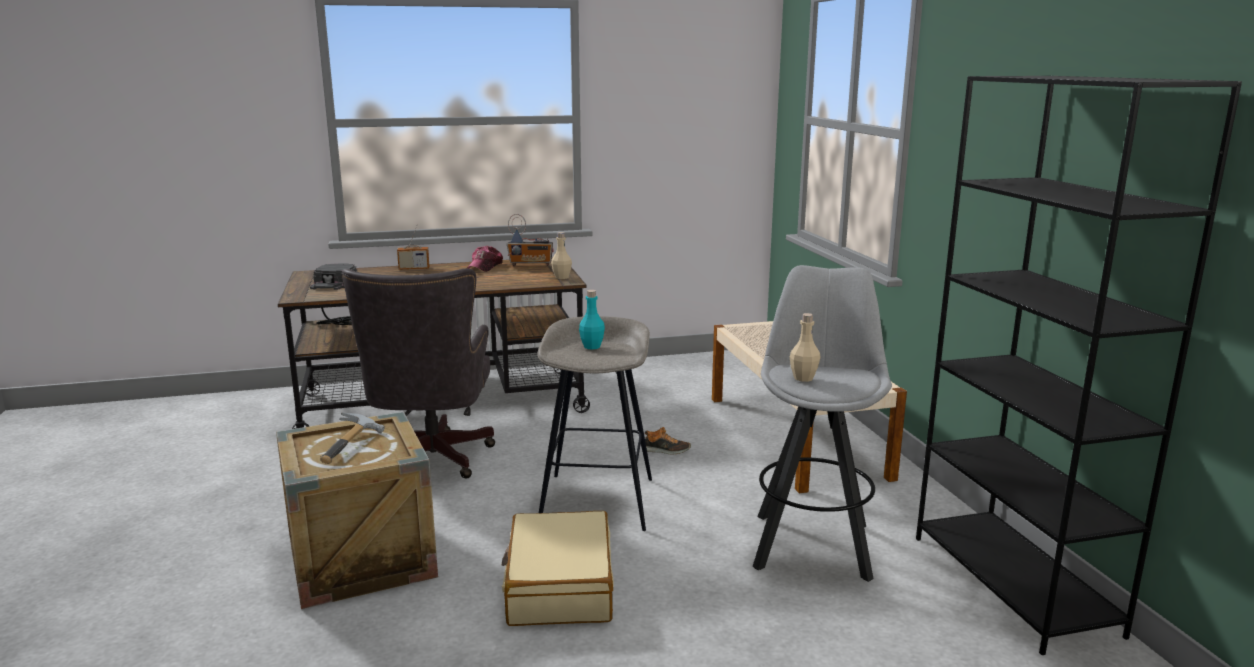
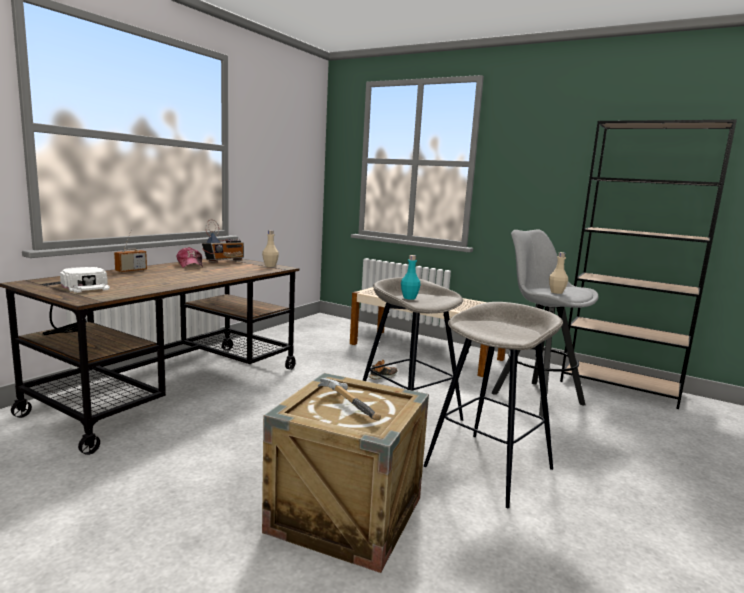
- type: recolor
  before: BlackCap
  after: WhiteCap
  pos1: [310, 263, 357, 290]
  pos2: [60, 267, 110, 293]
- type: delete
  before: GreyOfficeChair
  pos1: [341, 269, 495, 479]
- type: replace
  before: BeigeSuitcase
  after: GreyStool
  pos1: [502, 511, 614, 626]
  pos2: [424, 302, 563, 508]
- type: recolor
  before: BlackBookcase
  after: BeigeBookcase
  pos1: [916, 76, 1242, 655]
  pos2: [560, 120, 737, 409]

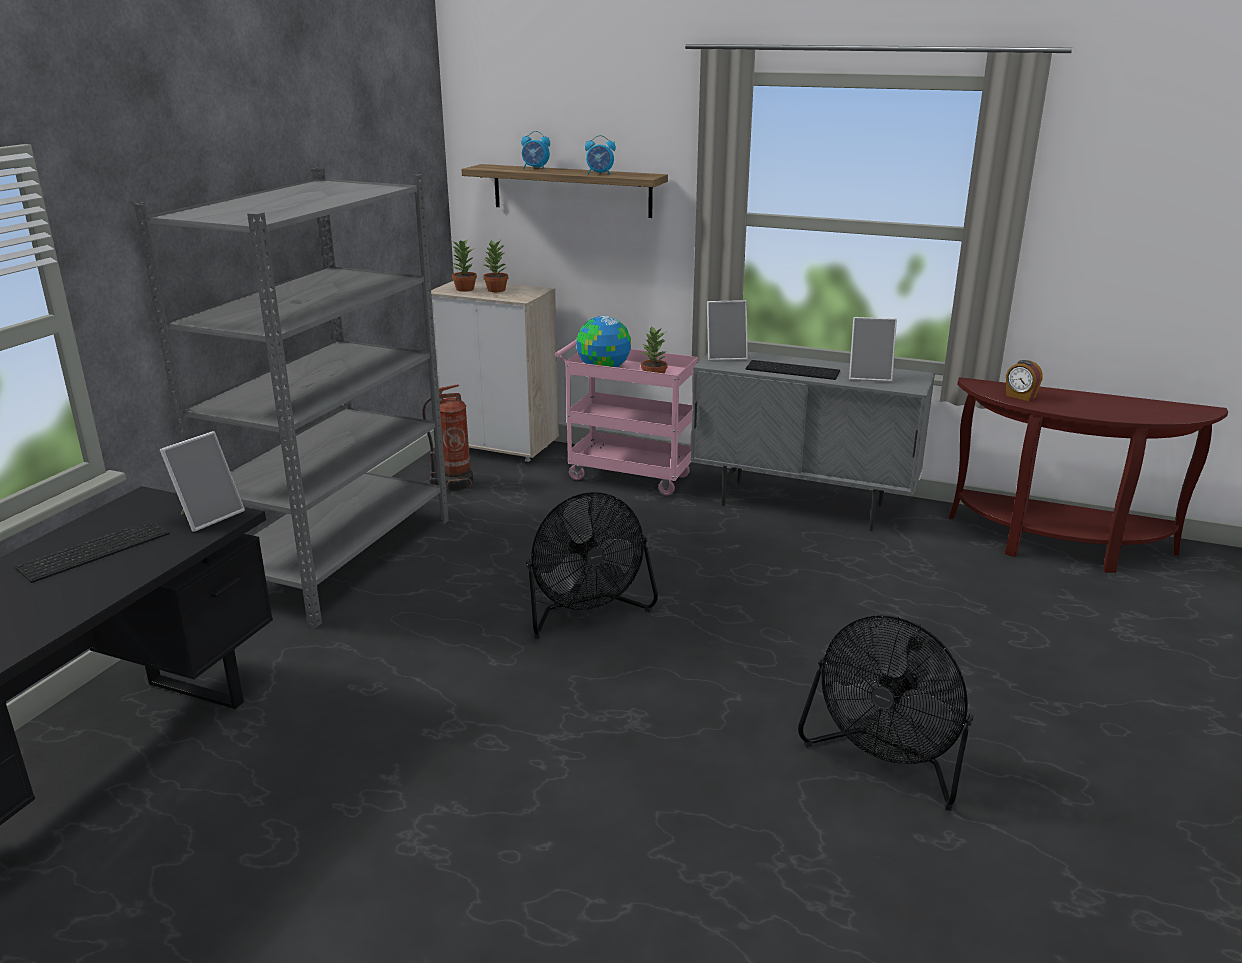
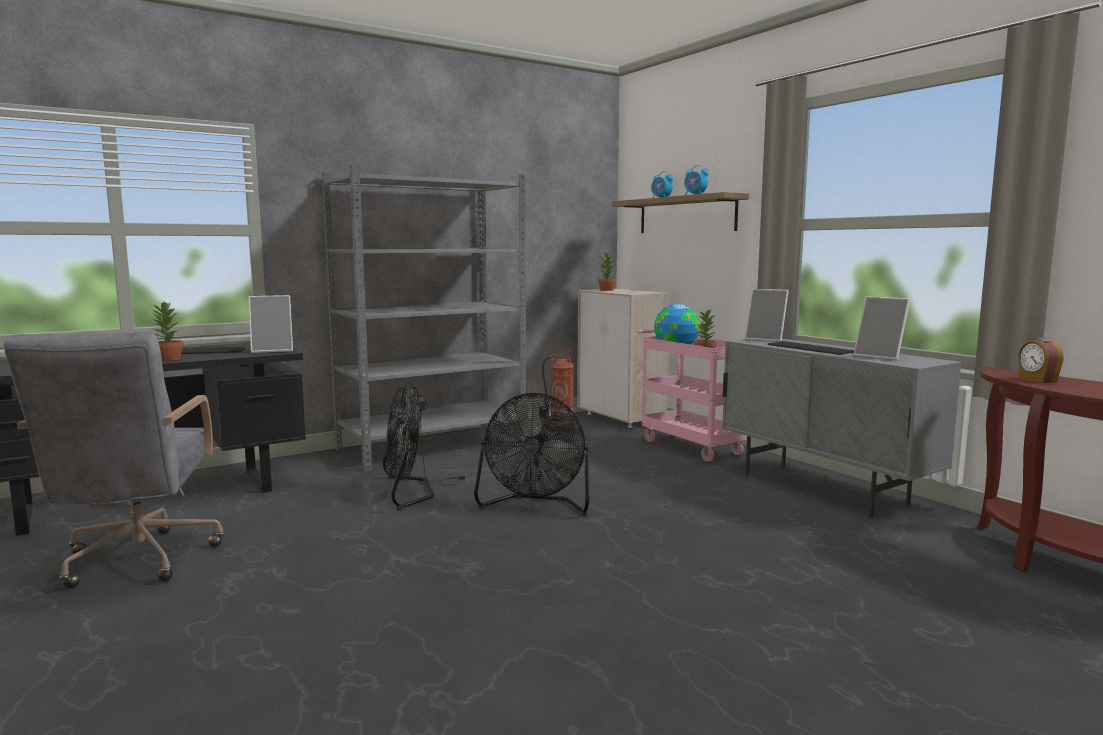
- type: move
  before: PottedPlant
  pos1: [482, 240, 508, 292]
  pos2: [151, 302, 184, 361]
- type: move
  before: BlackFan
  pos1: [798, 615, 974, 811]
  pos2: [383, 384, 467, 511]
- type: insert
  after: GreyOfficeChair
  pos2: [4, 332, 225, 589]

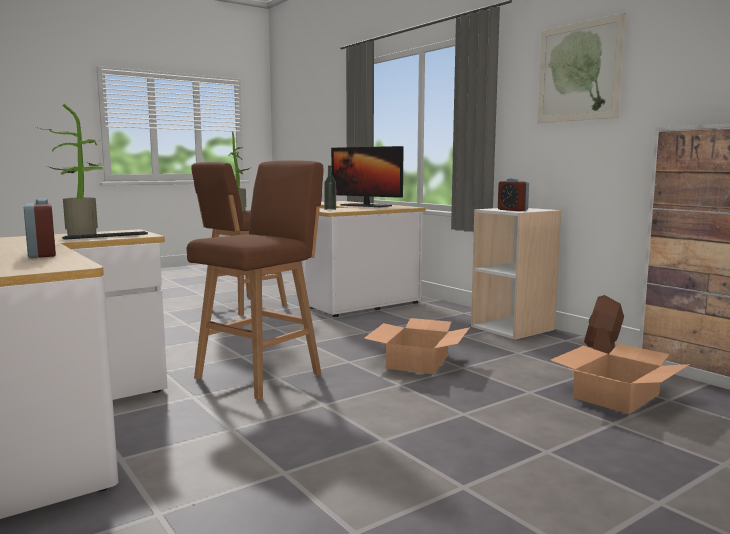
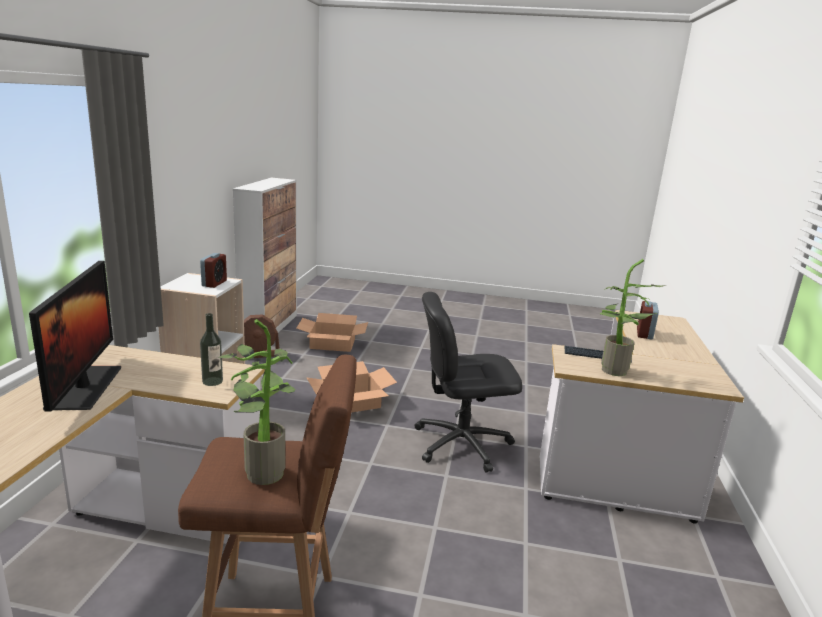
- type: replace
  before: BrownStool
  after: BlackOfficeChair
  pos1: [187, 160, 323, 400]
  pos2: [414, 292, 522, 473]
- type: delete
  before: Picture
  pos1: [537, 13, 626, 123]

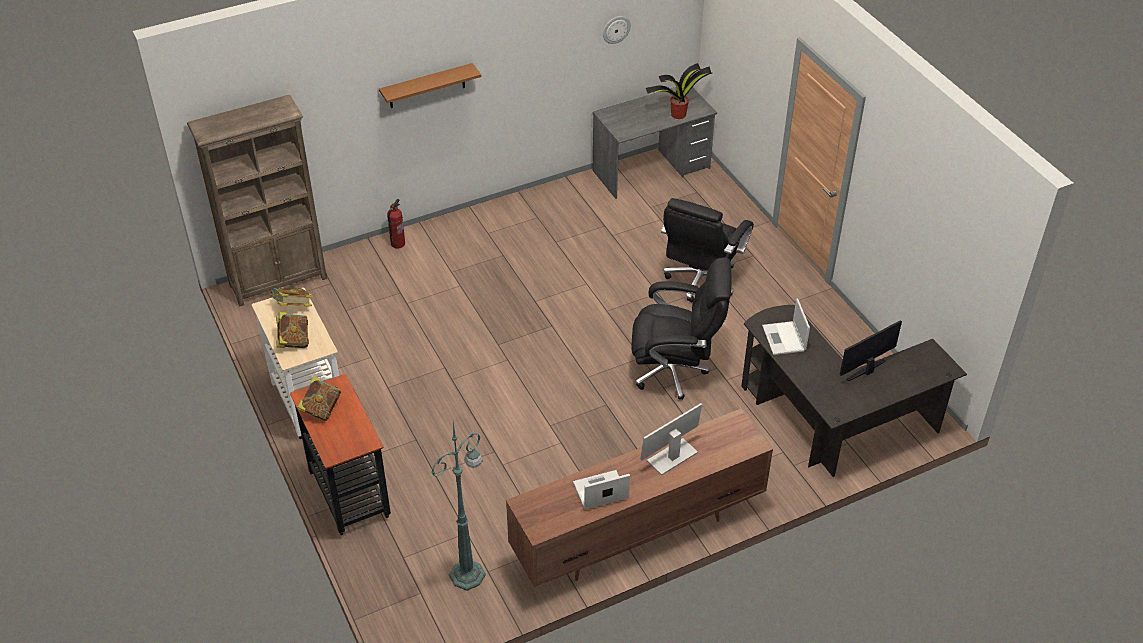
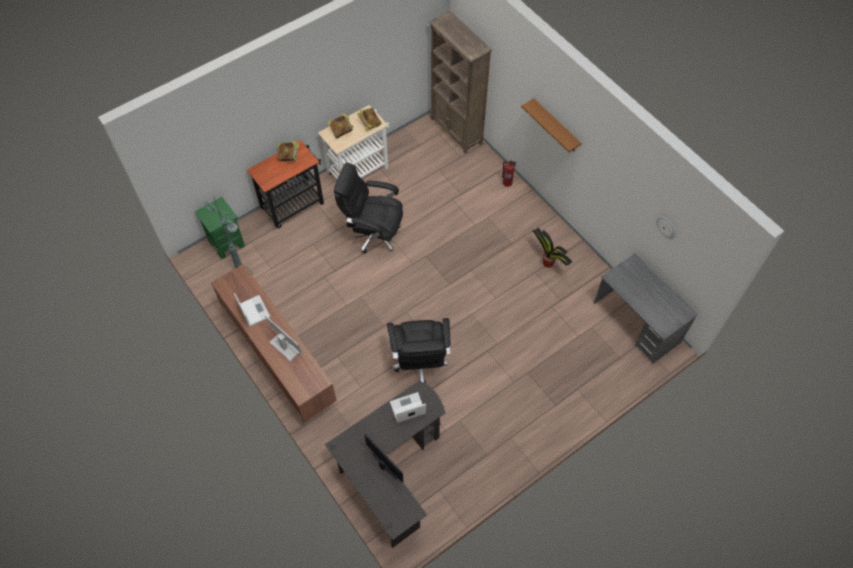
- type: move
  before: PottedPlant
  pos1: [646, 63, 712, 119]
  pos2: [532, 227, 572, 268]
- type: move
  before: BlackOfficeChair
  pos1: [661, 198, 754, 302]
  pos2: [334, 163, 403, 253]
- type: insert
  after: GreenNightstand
  pos2: [195, 197, 245, 259]

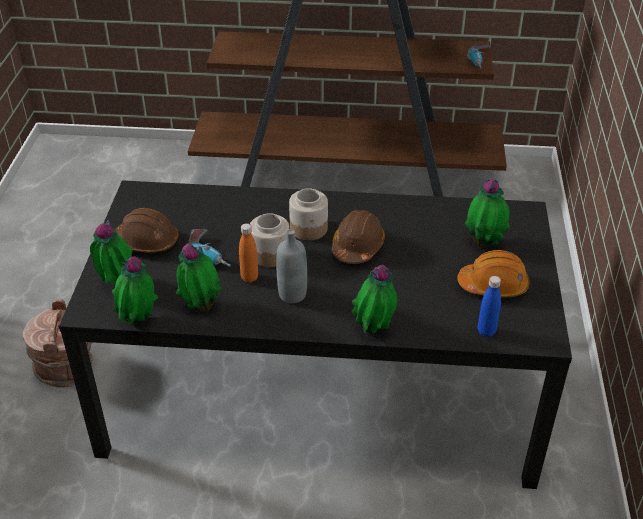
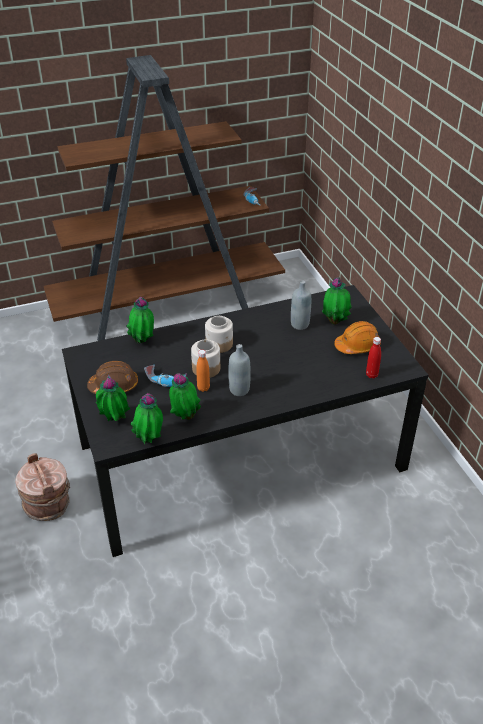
- type: delete
  before: BrownHardHat
  pos1: [332, 210, 385, 264]
- type: move
  before: PottedPlant
  pos1: [352, 264, 397, 334]
  pos2: [127, 297, 154, 343]
- type: recolor
  before: BlueBottle
  after: RedBottle
  pos1: [478, 276, 501, 337]
  pos2: [366, 337, 381, 378]
- type: insert
  after: GreyBottle
  pos2: [291, 281, 311, 330]

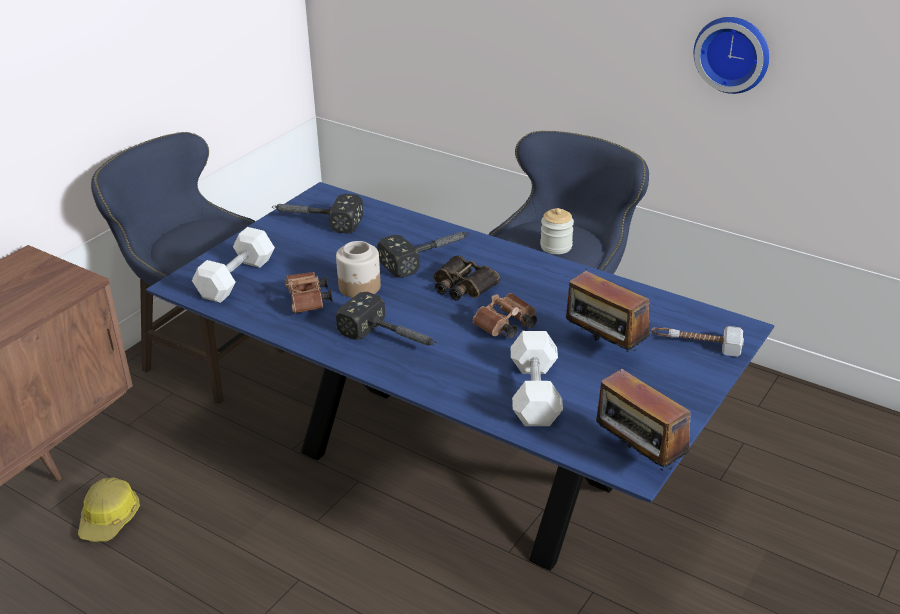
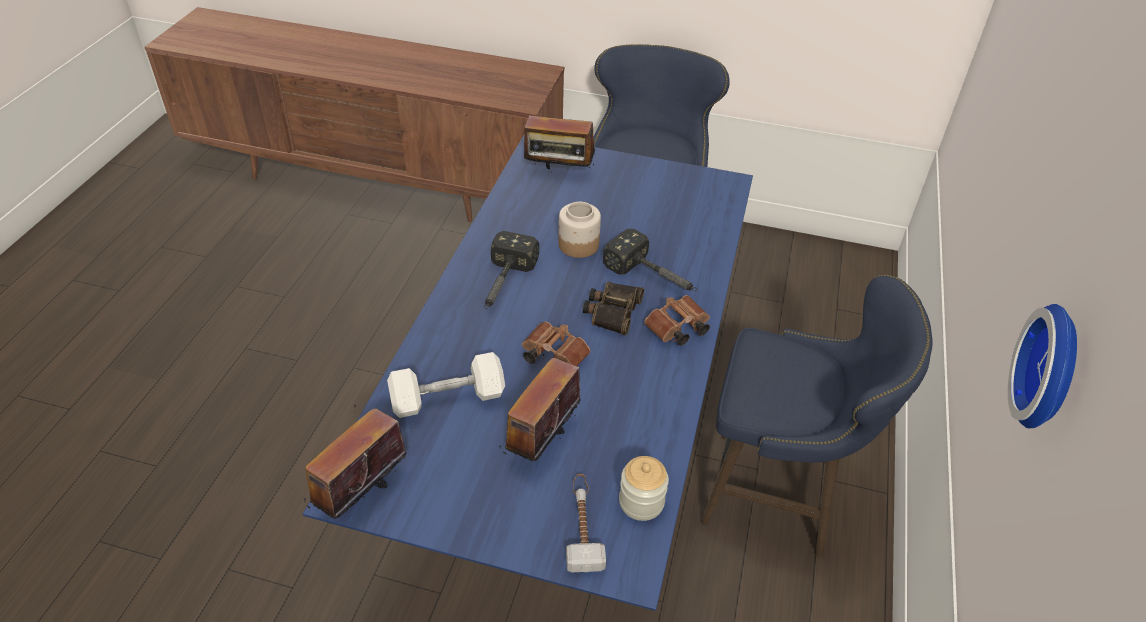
- type: delete
  before: HardHat
  pos1: [78, 477, 140, 541]
- type: replace
  before: WhiteDumbbell
  after: Radio
  pos1: [192, 227, 275, 303]
  pos2: [523, 112, 595, 169]
- type: delete
  before: Hammer
  pos1: [272, 194, 363, 234]
- type: move
  before: BrownBinoculars
  pos1: [285, 272, 332, 314]
  pos2: [645, 295, 710, 346]
- type: move
  before: Jar
  pos1: [540, 208, 574, 254]
  pos2: [619, 456, 669, 521]

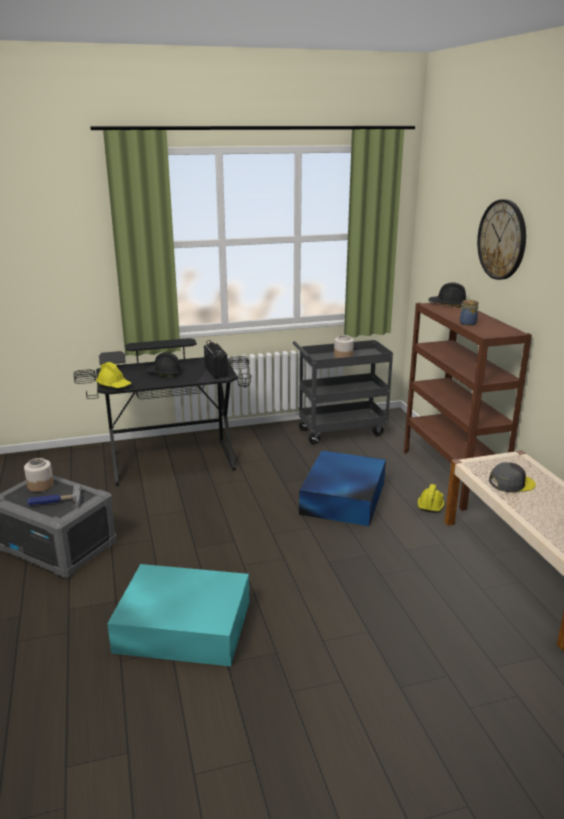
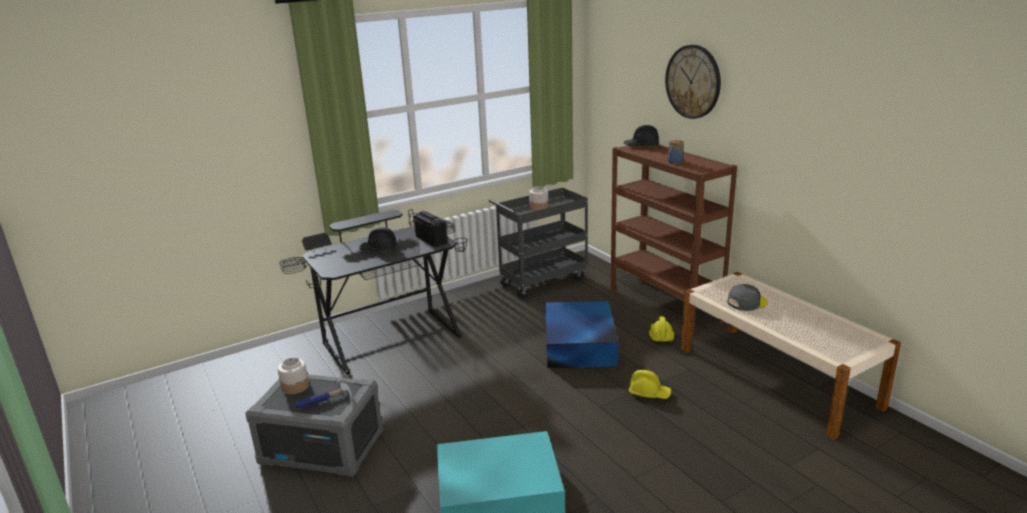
- type: move
  before: YellowHardHat
  pos1: [96, 362, 131, 388]
  pos2: [629, 370, 671, 399]

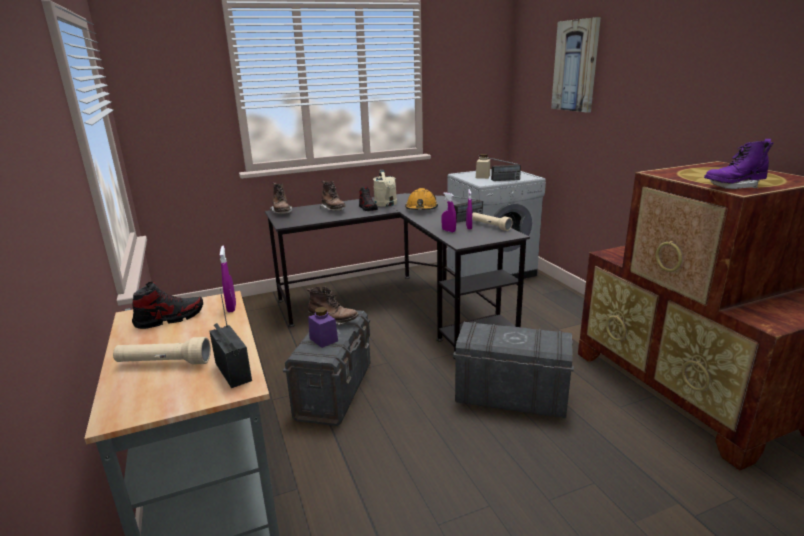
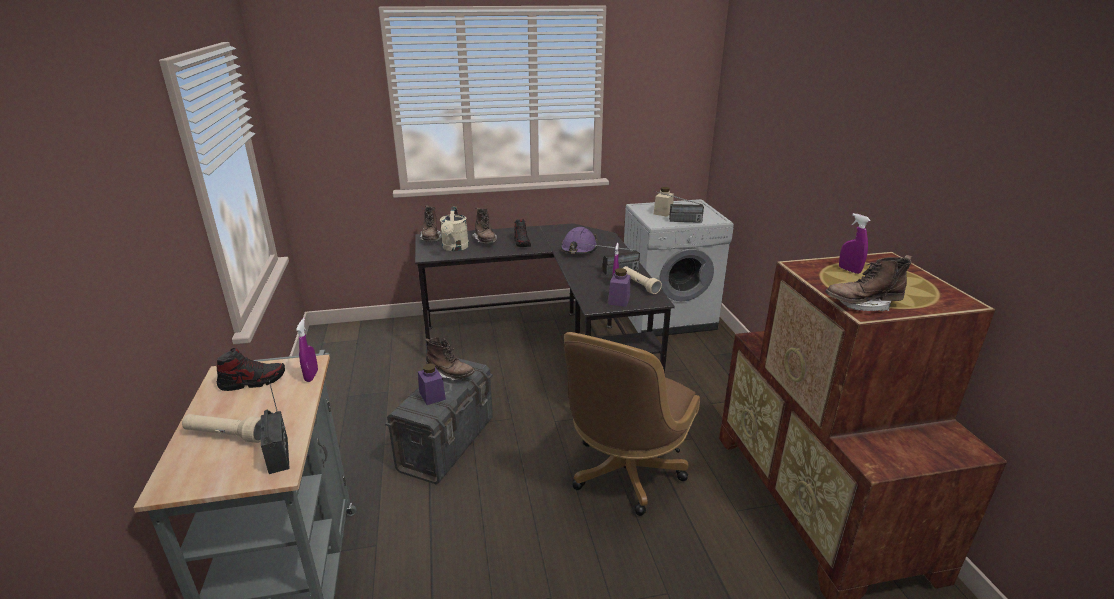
- type: move
  before: BeigeWateringCan
  pos1: [373, 169, 397, 207]
  pos2: [440, 207, 469, 251]
- type: recolor
  before: OrangeHardHat
  after: PurpleHardHat
  pos1: [405, 188, 438, 210]
  pos2: [561, 227, 598, 254]
- type: move
  before: PurpleSprayBottle
  pos1: [441, 192, 456, 232]
  pos2: [839, 213, 871, 274]
- type: replace
  before: GreyStorageBox
  after: BrownOfficeChair
  pos1: [453, 322, 574, 418]
  pos2: [564, 332, 700, 516]
- type: delete
  before: Picture
  pos1: [551, 17, 601, 113]
- type: recolor
  before: PurpleBoot
  after: BrownBoot
  pos1: [704, 139, 774, 189]
  pos2: [825, 255, 913, 312]
- type: insert
  after: PurpleJar
  pos2: [608, 268, 631, 307]

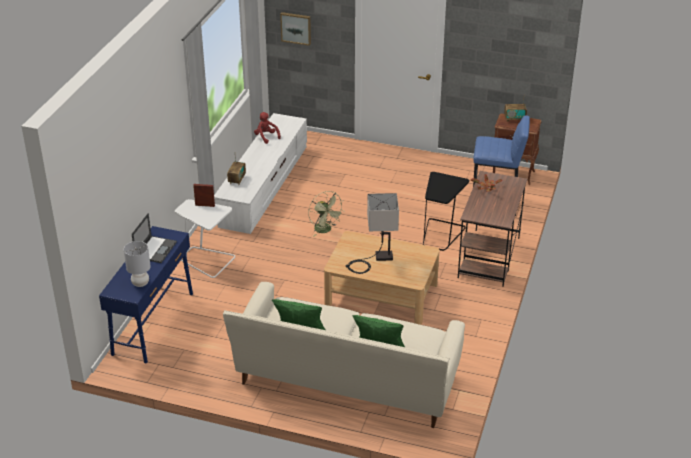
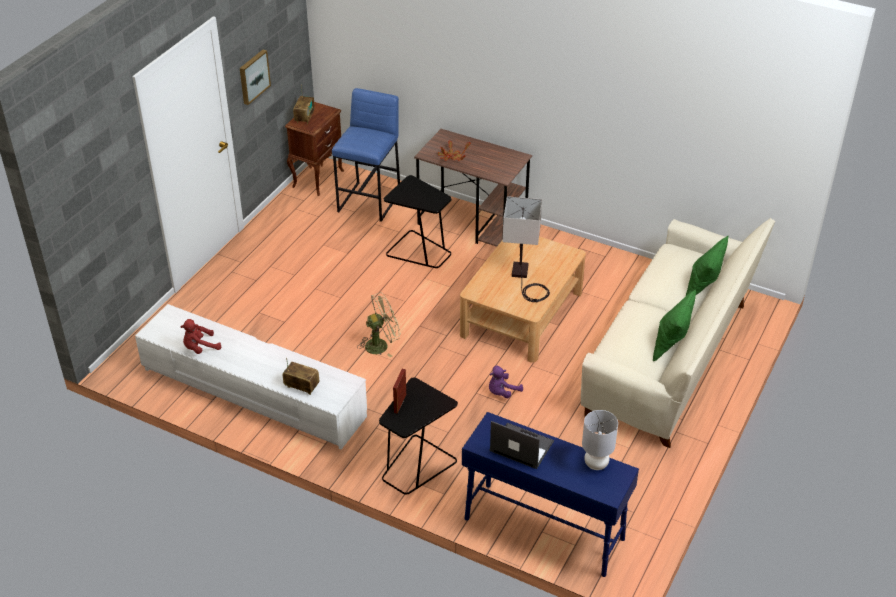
- type: recolor
  before: WhiteSideTable
  after: BlackSideTable
  pos1: [175, 199, 235, 278]
  pos2: [379, 377, 458, 495]
- type: move
  before: Picture
  pos1: [280, 12, 311, 46]
  pos2: [240, 49, 271, 105]
- type: insert
  after: PurplePlushToy
  pos2: [489, 366, 523, 398]

